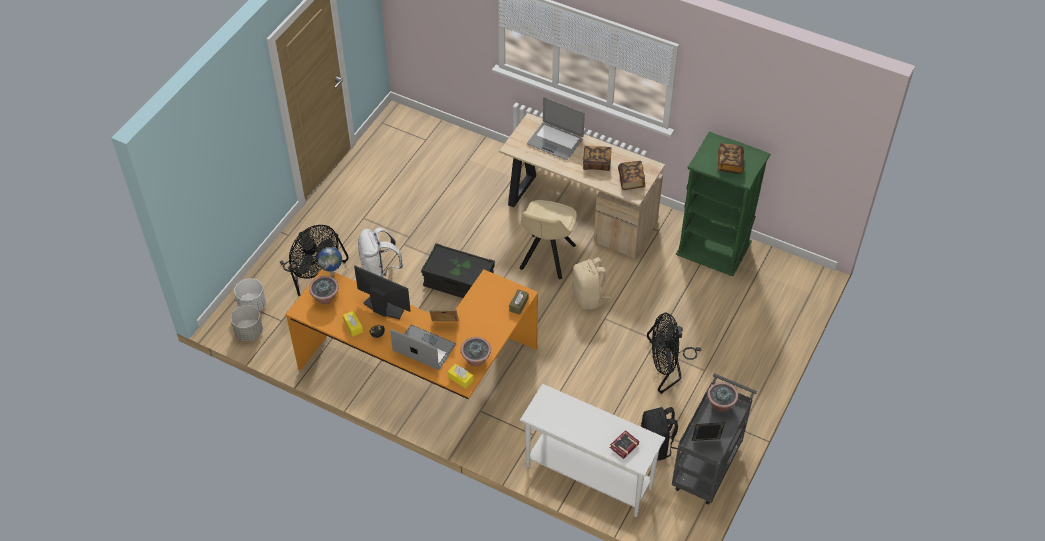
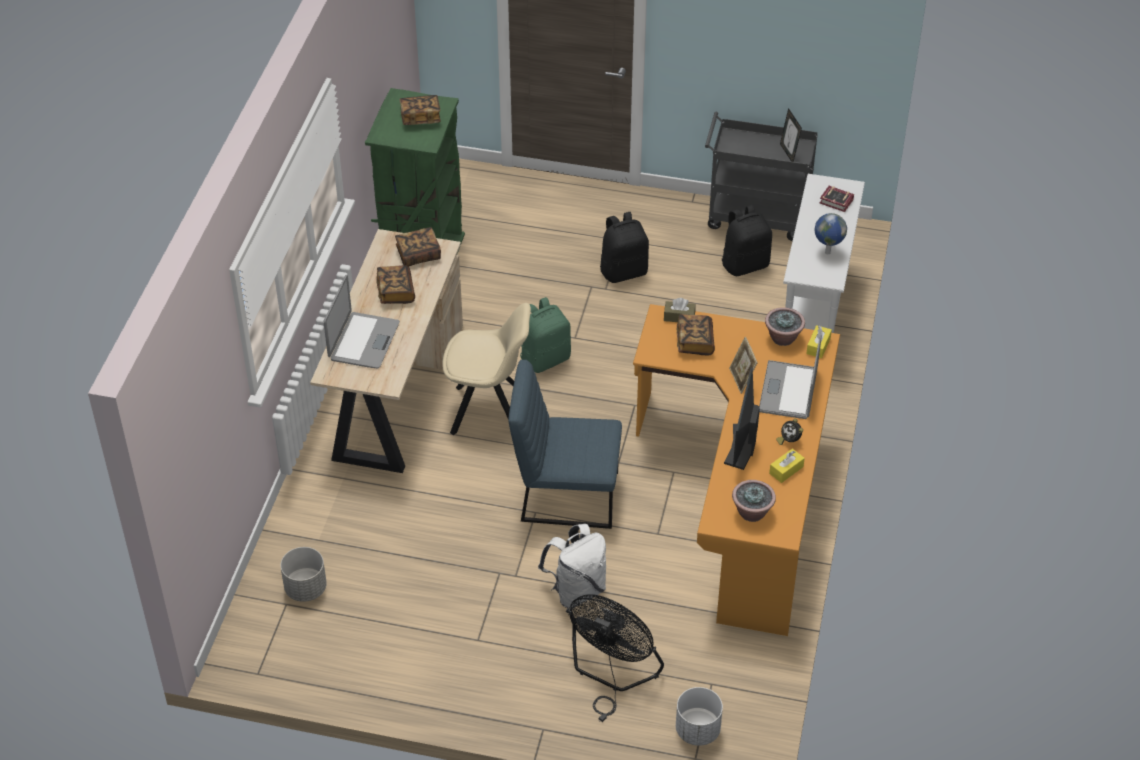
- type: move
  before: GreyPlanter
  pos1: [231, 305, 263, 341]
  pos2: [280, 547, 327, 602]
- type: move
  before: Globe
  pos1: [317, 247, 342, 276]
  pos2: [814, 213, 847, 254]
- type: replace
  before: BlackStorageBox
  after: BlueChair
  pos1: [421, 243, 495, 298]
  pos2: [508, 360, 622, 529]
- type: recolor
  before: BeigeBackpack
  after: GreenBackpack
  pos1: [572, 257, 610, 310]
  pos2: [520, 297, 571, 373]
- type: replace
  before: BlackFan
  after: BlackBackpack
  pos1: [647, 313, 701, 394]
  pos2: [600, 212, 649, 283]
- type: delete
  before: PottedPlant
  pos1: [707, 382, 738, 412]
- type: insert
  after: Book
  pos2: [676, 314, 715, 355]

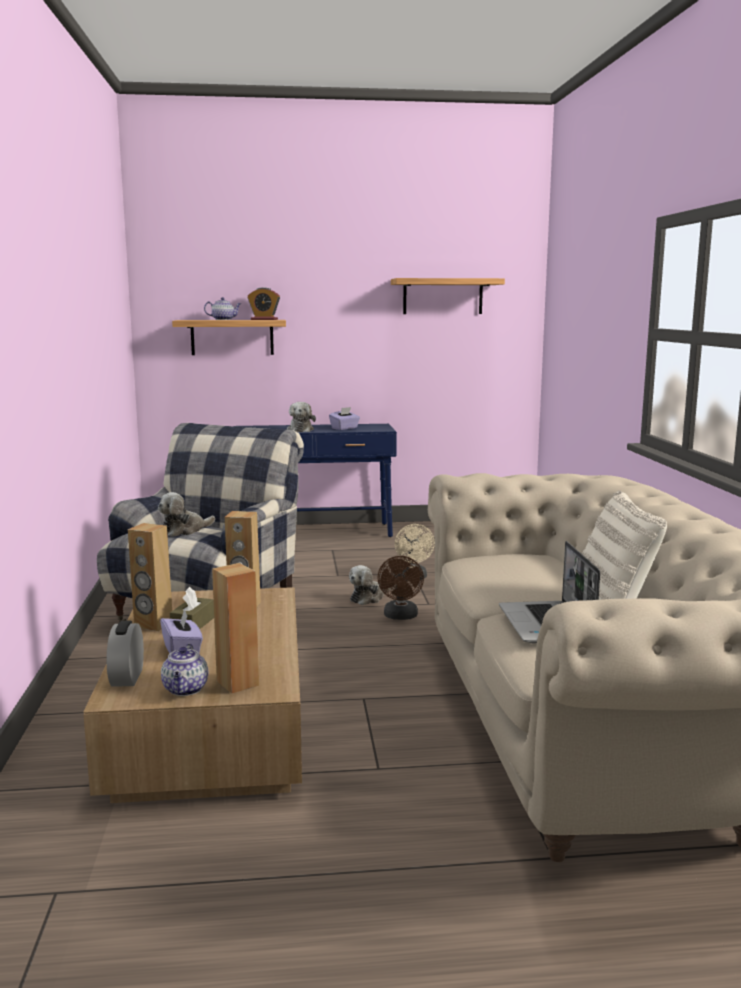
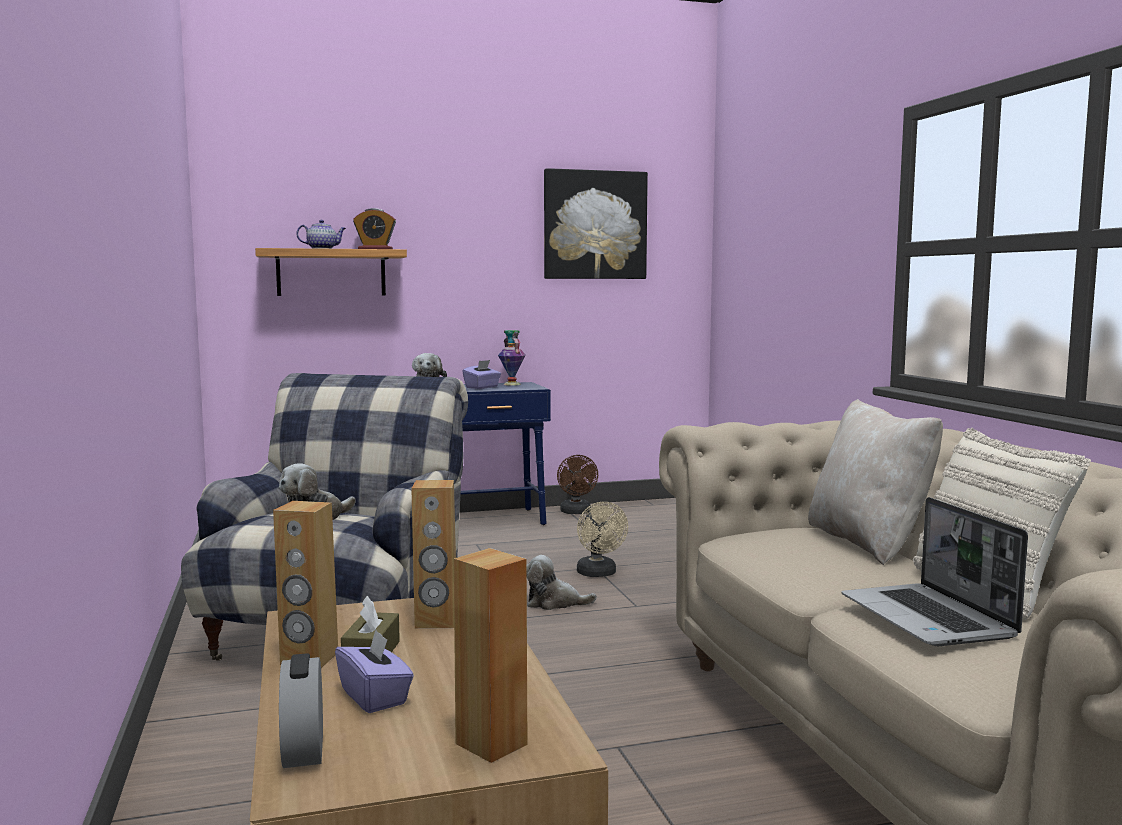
- type: delete
  before: Teapot
  pos1: [161, 643, 208, 696]
- type: rotate
  before: PlushToy
  pos1: [349, 565, 390, 605]
  pos2: [527, 555, 597, 610]
  turn: 60
- type: move
  before: BrownFan
  pos1: [377, 556, 424, 620]
  pos2: [557, 455, 598, 514]
- type: replace
  before: Shelf
  after: Picture
  pos1: [391, 278, 505, 314]
  pos2: [544, 168, 648, 279]
- type: insert
  after: Vase
  pos2: [498, 330, 526, 386]
- type: insert
  after: BeigePillow
  pos2: [808, 399, 943, 565]

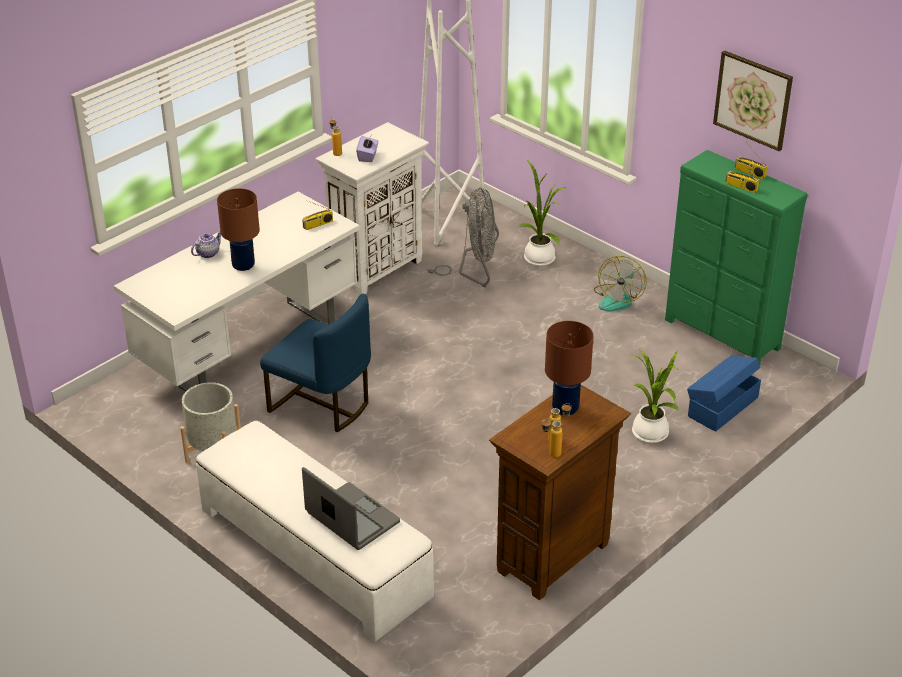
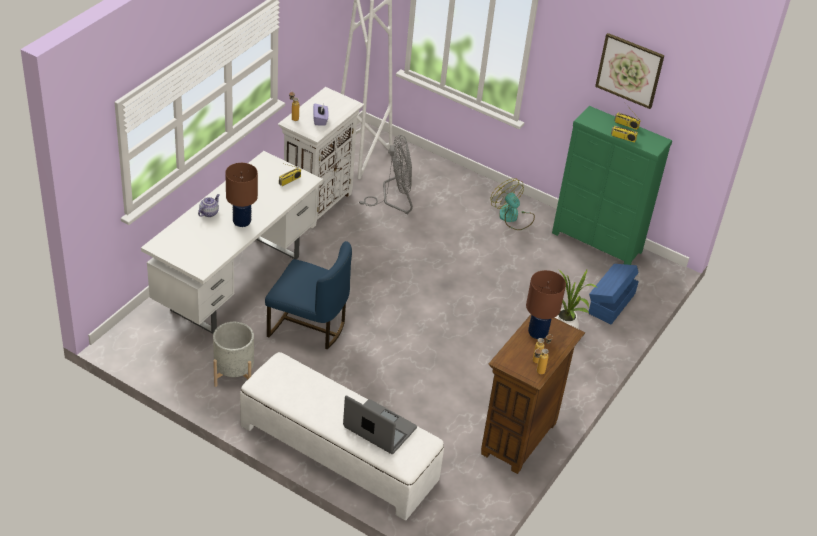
- type: delete
  before: PottedPlant
  pos1: [520, 160, 568, 266]
- type: rotate
  before: Fan
  pos1: [594, 256, 646, 311]
  pos2: [491, 178, 535, 230]
  turn: 135

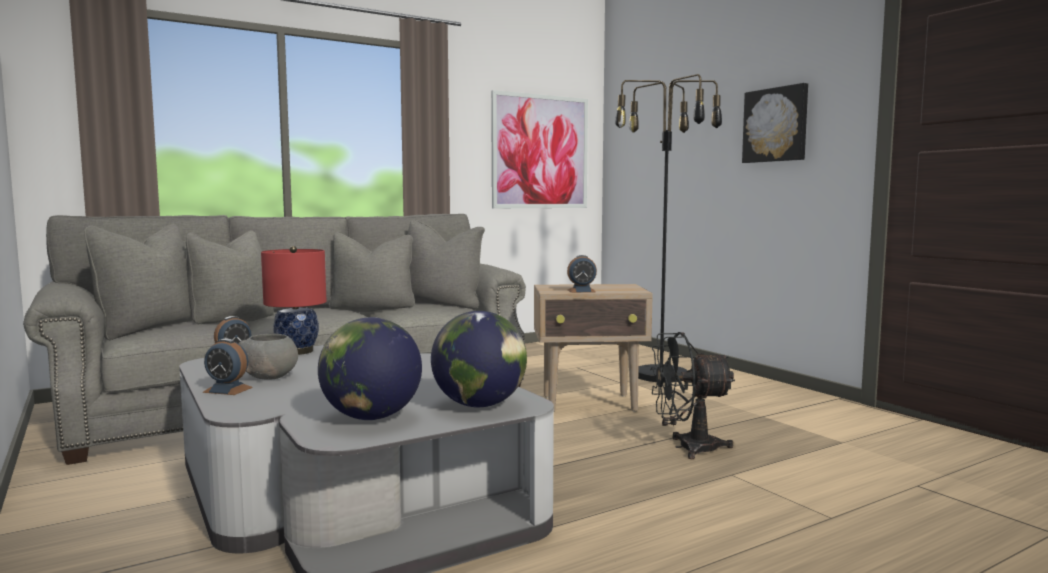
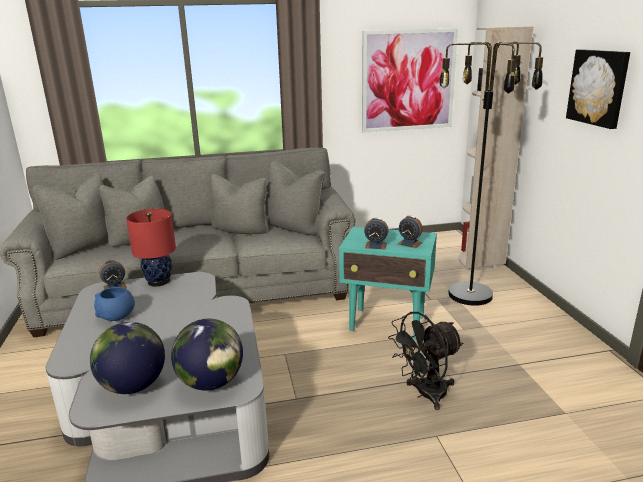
- type: move
  before: AlarmClock
  pos1: [203, 338, 253, 395]
  pos2: [398, 216, 423, 248]
- type: recolor
  before: GreyBowl
  after: BlueBowl
  pos1: [238, 334, 298, 380]
  pos2: [94, 287, 135, 321]
- type: recolor
  before: BeigeSideTable
  after: TurquoiseSideTable
  pos1: [534, 284, 653, 412]
  pos2: [339, 227, 437, 340]
- type: rotate
  before: BlackFan
  pos1: [650, 332, 735, 459]
  pos2: [388, 312, 464, 410]
  turn: -45
- type: insert
  after: BeigeBookcase
  pos2: [459, 27, 533, 271]

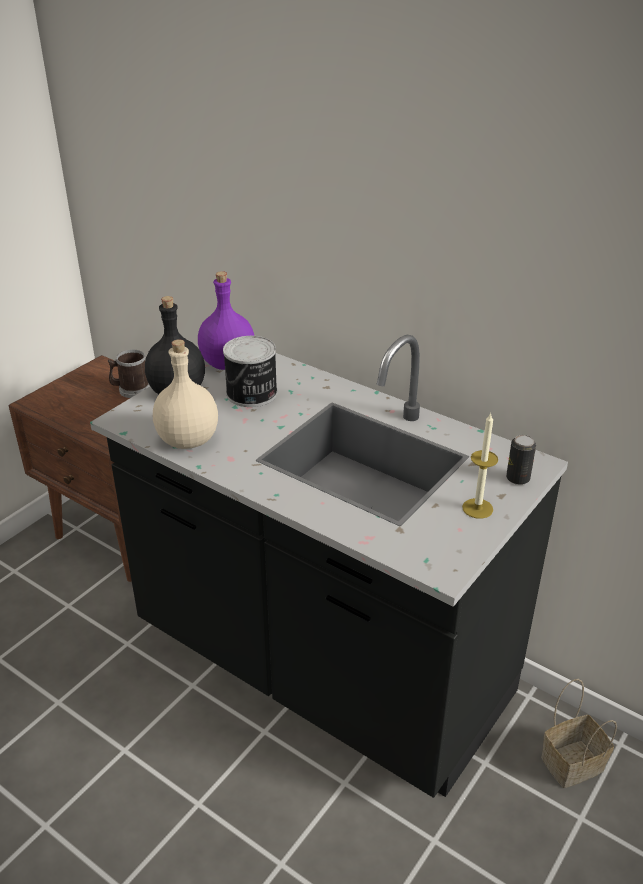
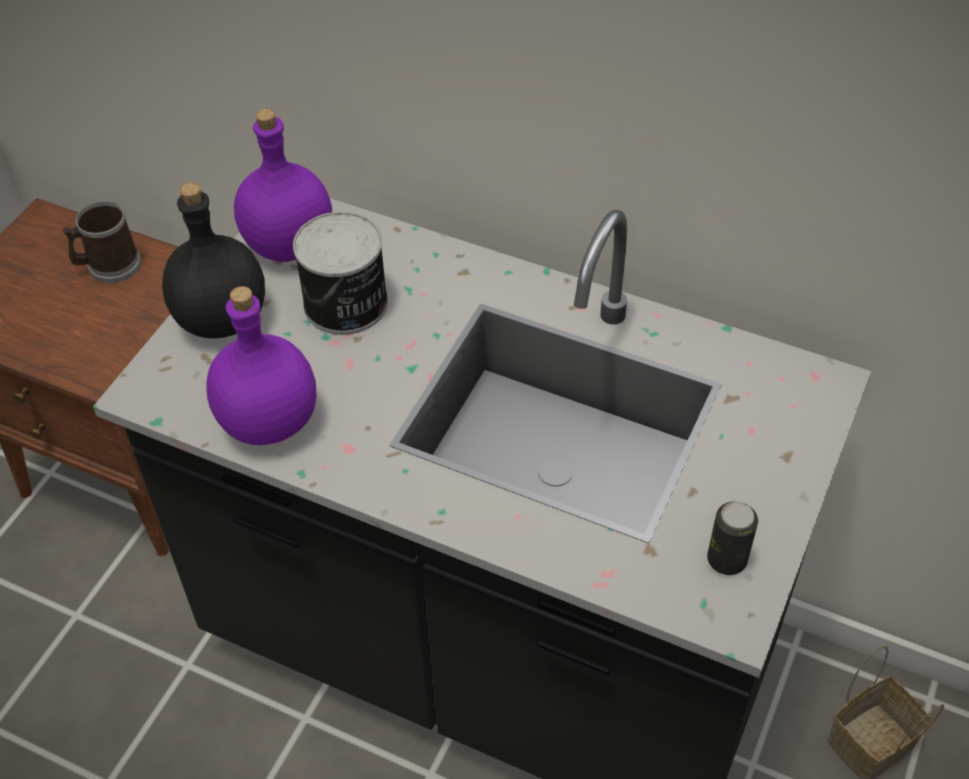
- type: recolor
  before: BeigeBottle
  after: PurpleBottle
  pos1: [153, 339, 218, 449]
  pos2: [206, 286, 316, 445]
- type: delete
  before: Candle
  pos1: [462, 413, 498, 519]
- type: move
  before: Can
  pos1: [506, 435, 536, 485]
  pos2: [707, 501, 758, 575]

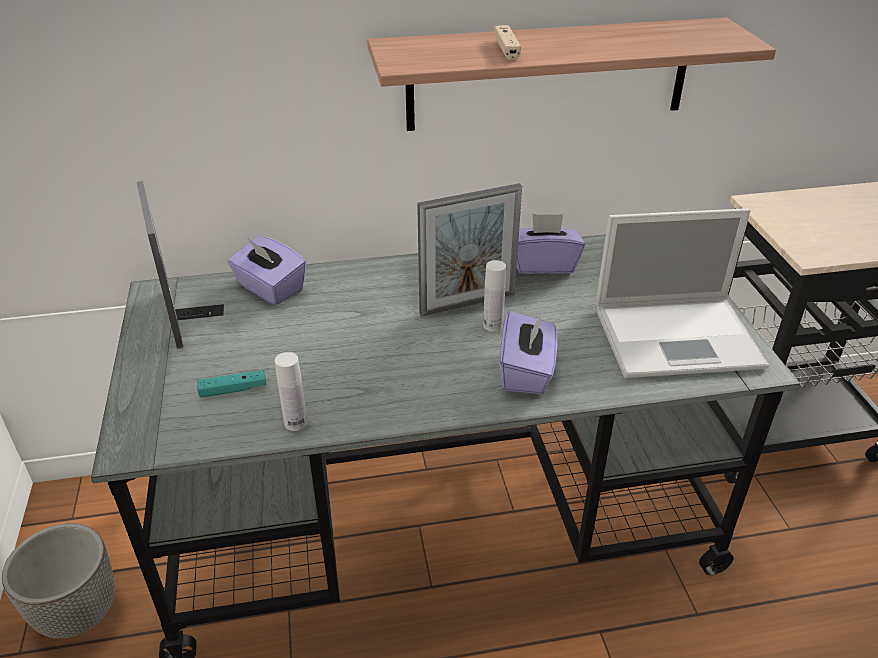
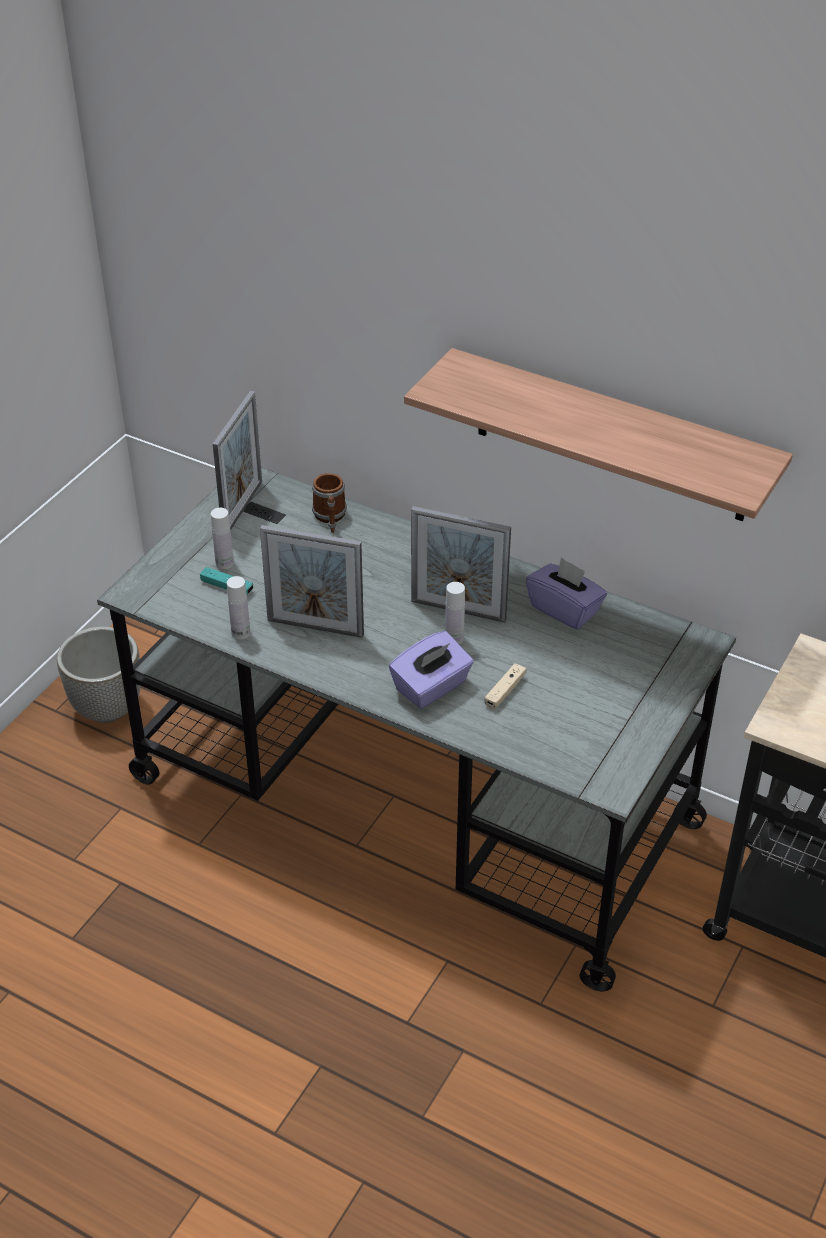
- type: replace
  before: PurpleTissueBox
  after: Mug
  pos1: [228, 236, 307, 305]
  pos2: [312, 473, 347, 533]
- type: move
  before: BeigeGameController
  pos1: [494, 25, 521, 60]
  pos2: [484, 663, 526, 709]
- type: delete
  before: Laptop
  pos1: [596, 208, 769, 378]
- type: insert
  after: WhiteBottle
  pos2: [211, 508, 234, 569]
- type: insert
  after: PictureFrame
  pos2: [260, 525, 364, 638]

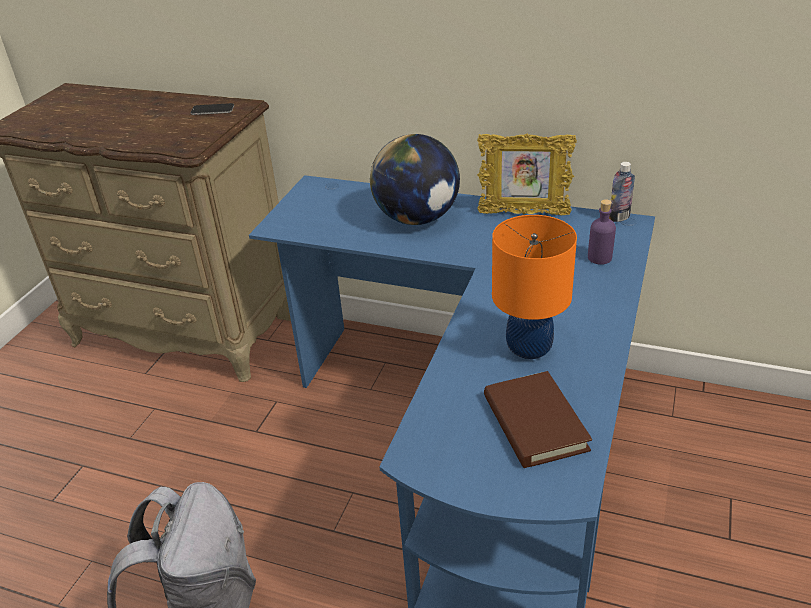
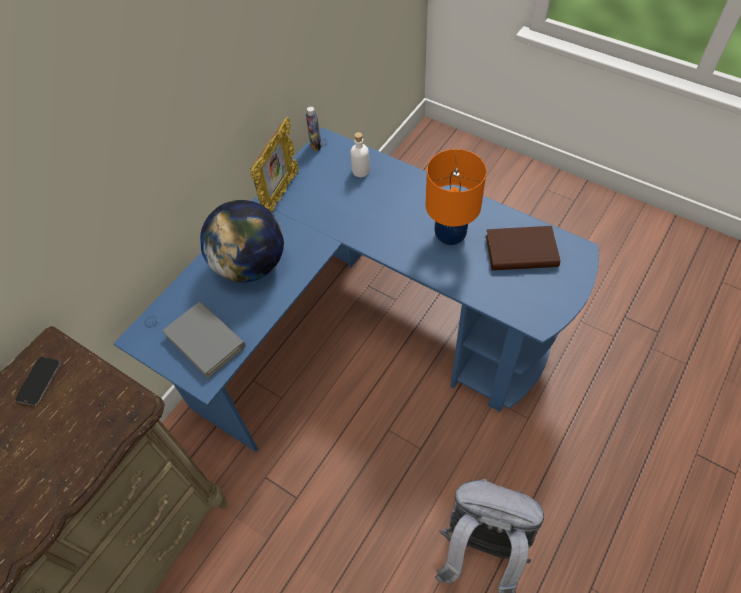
- type: recolor
  before: PurpleBottle
  after: WhiteBottle
  pos1: [588, 199, 616, 265]
  pos2: [350, 132, 370, 177]
- type: insert
  after: GreyBook
  pos2: [162, 302, 246, 378]

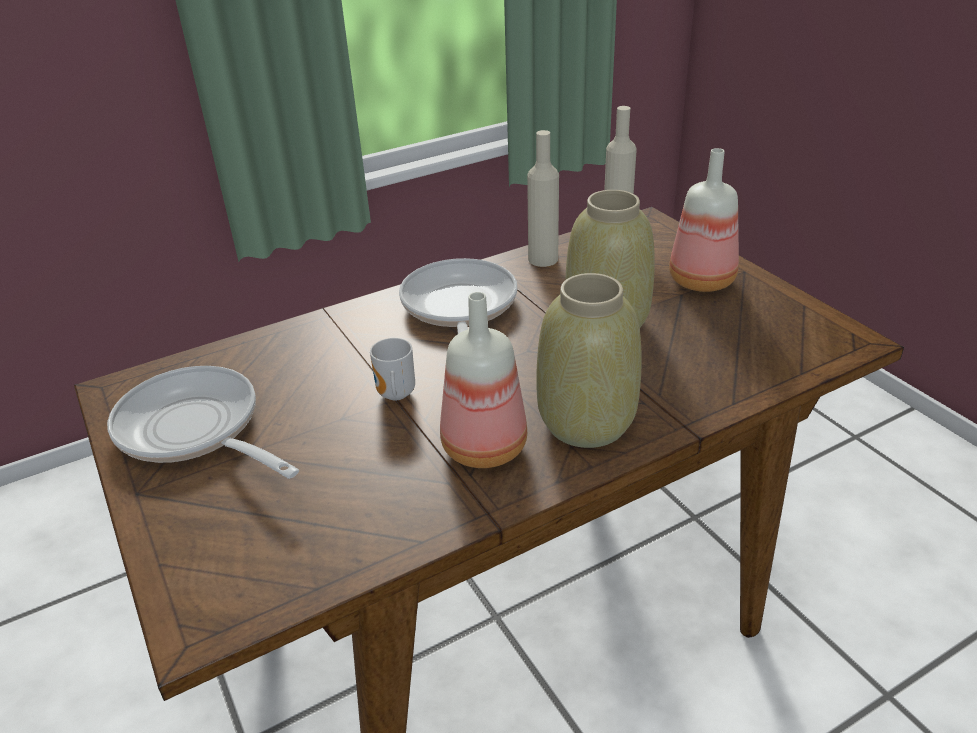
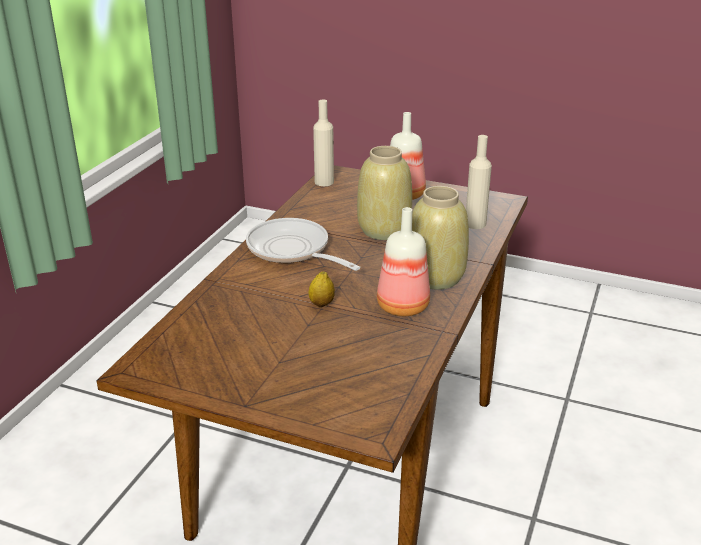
- type: delete
  before: FryingPan
  pos1: [107, 366, 299, 479]
- type: replace
  before: Mug
  after: Lemon
  pos1: [370, 338, 415, 401]
  pos2: [308, 272, 335, 307]
- type: move
  before: BeigeBottle
  pos1: [527, 130, 559, 267]
  pos2: [466, 135, 492, 229]

